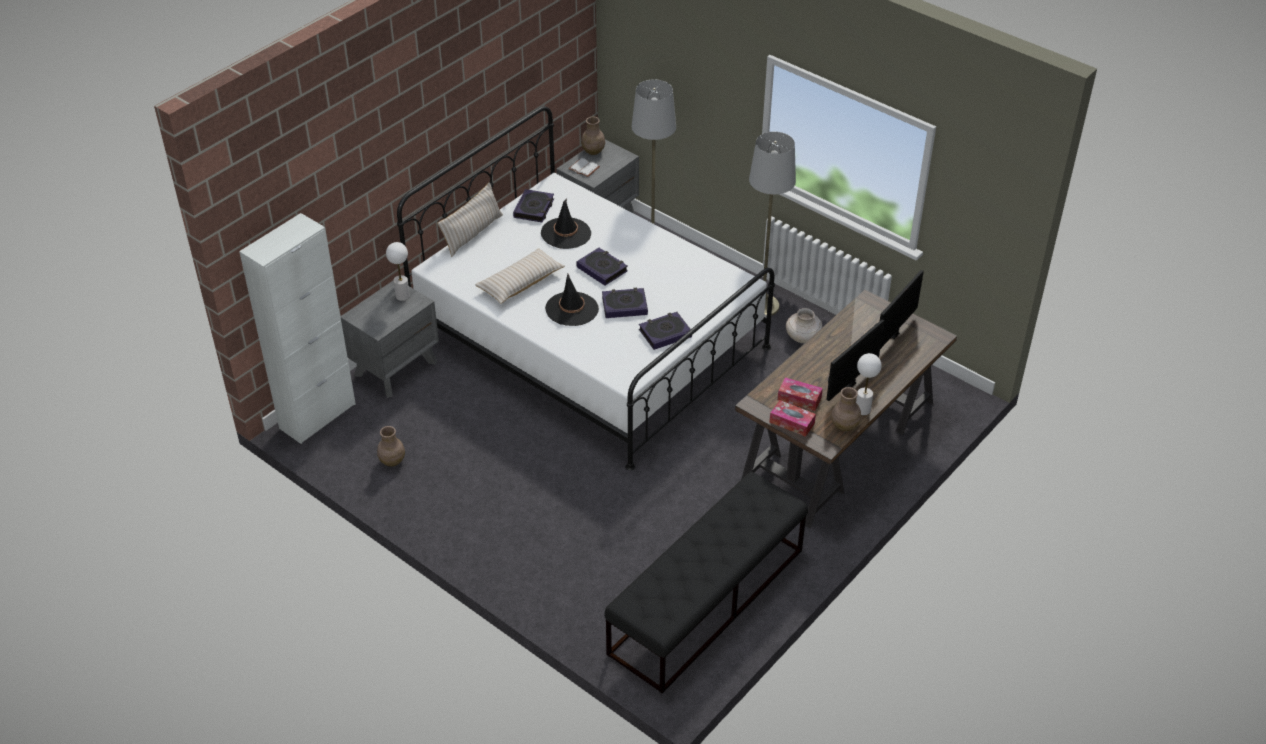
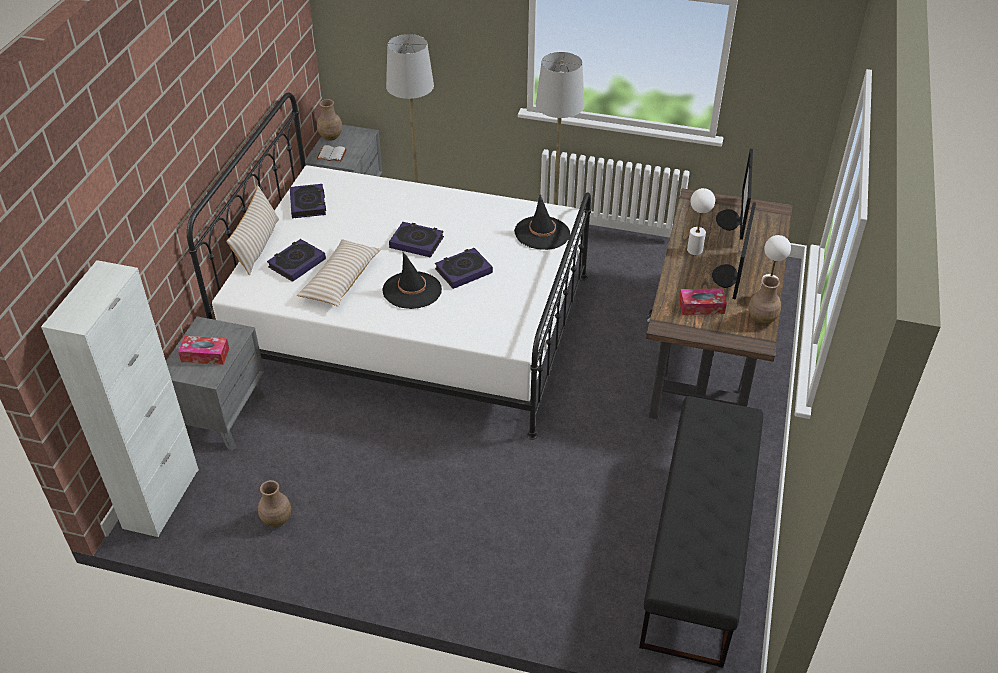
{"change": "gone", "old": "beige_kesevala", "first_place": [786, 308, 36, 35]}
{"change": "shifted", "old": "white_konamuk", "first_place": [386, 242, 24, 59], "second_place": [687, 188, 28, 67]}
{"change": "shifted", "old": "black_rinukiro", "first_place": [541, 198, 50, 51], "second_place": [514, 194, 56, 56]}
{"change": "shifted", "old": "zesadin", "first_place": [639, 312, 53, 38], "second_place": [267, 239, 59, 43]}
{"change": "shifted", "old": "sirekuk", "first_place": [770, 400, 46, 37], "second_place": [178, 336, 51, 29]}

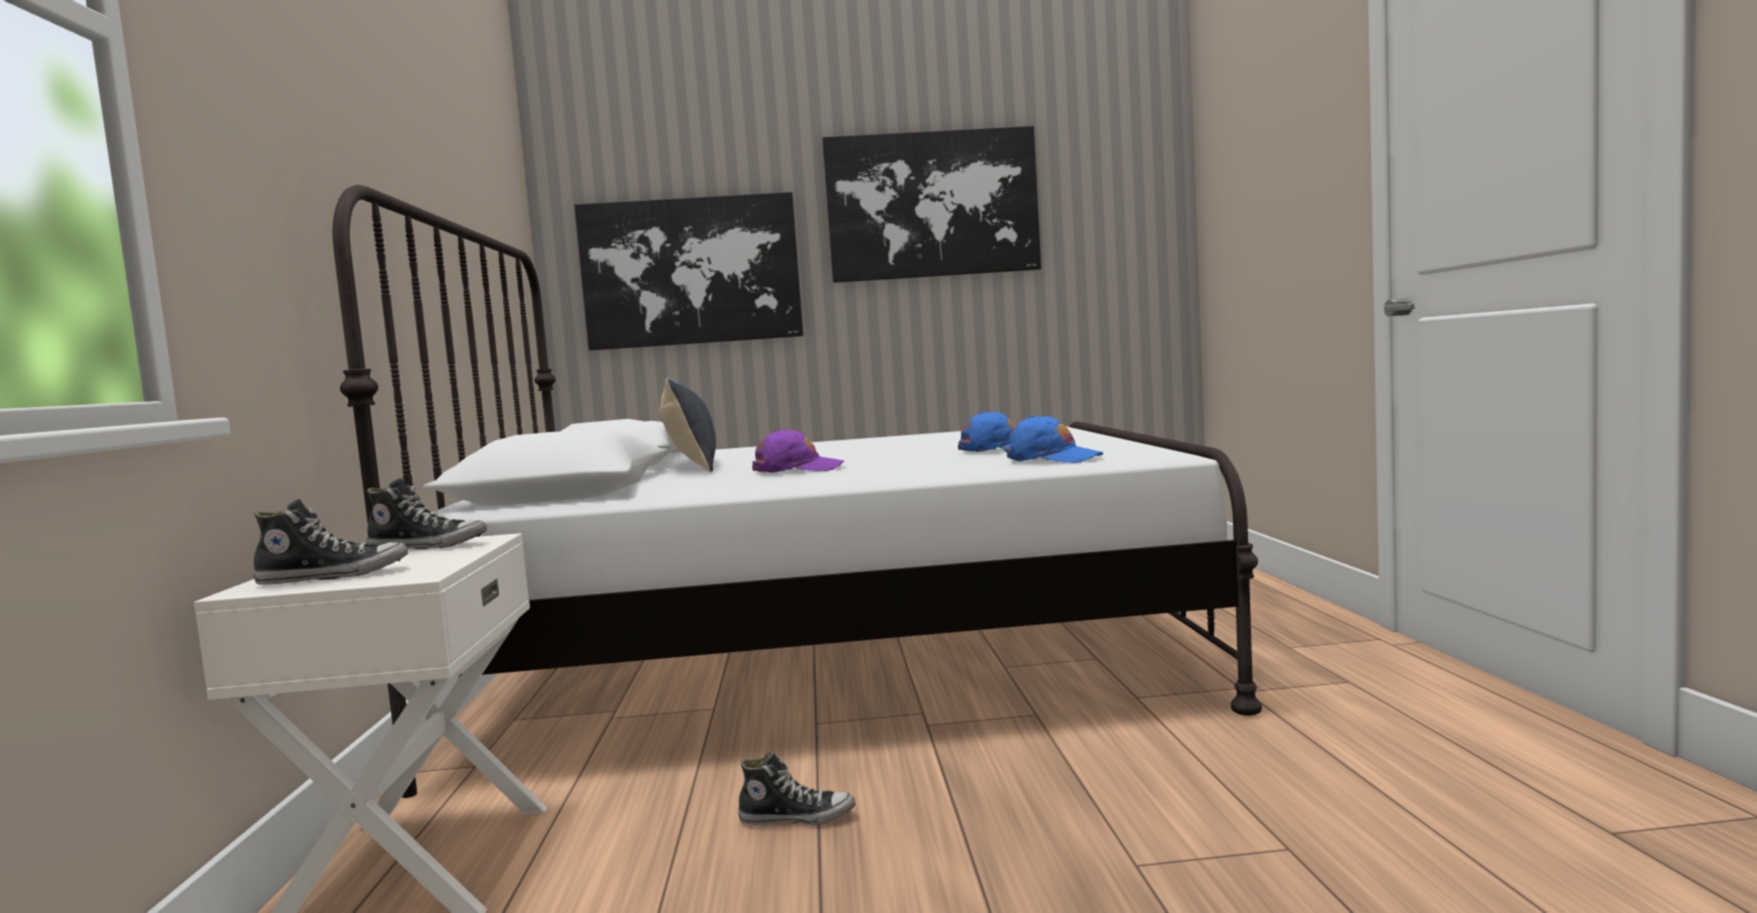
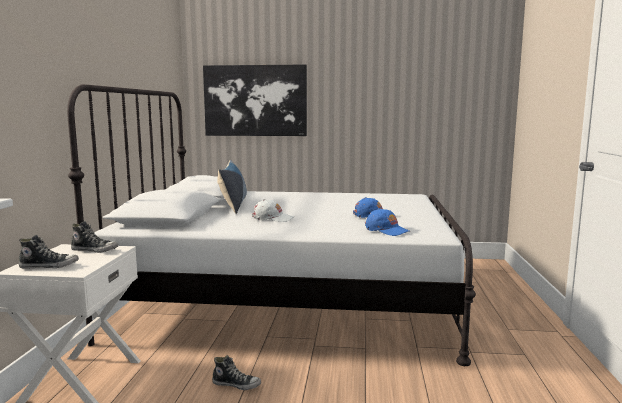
{"change": "gone", "old": "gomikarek", "first_place": [822, 126, 219, 157]}
{"change": "repainted", "old": "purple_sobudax", "new": "white_sobudax", "first_place": [752, 429, 92, 44], "second_place": [252, 199, 42, 23]}

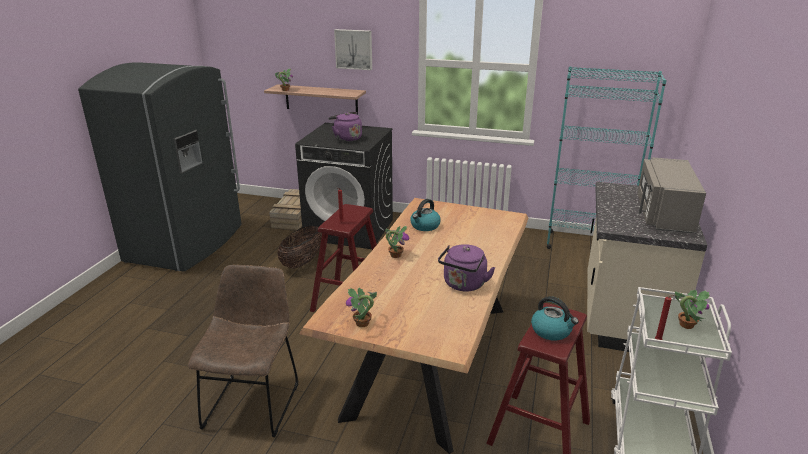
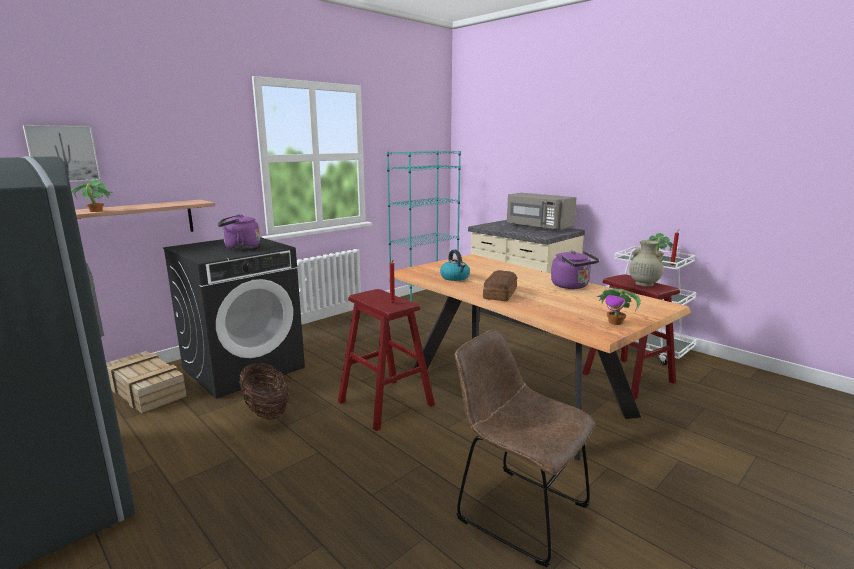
{"change": "shifted", "old": "gomikarek", "first_place": [334, 29, 38, 41], "second_place": [23, 125, 78, 57]}
{"change": "swapped", "old": "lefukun", "new": "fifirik", "first_place": [385, 226, 24, 32], "second_place": [483, 270, 34, 31]}
{"change": "swapped", "old": "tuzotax", "new": "beige_kesevala", "first_place": [531, 296, 48, 45], "second_place": [629, 240, 34, 47]}

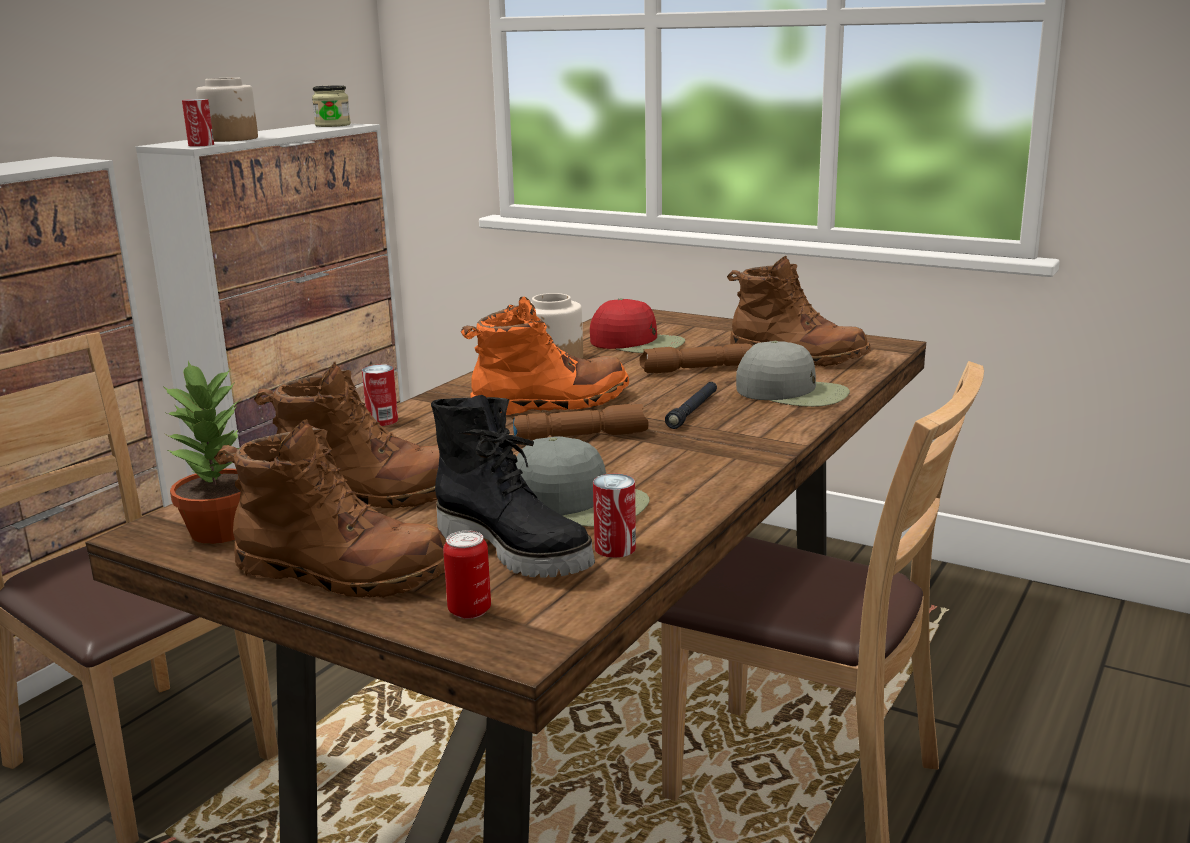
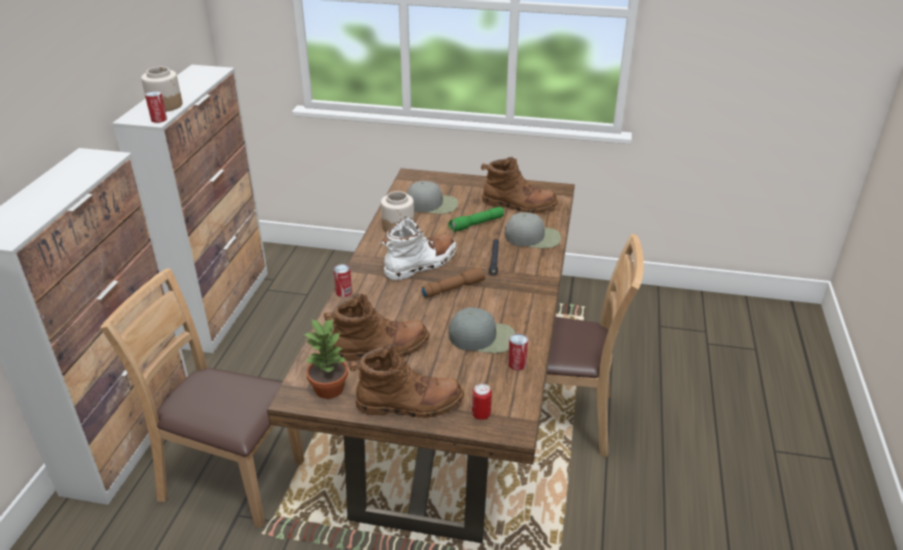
{"change": "gone", "old": "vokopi", "first_place": [312, 85, 39, 42]}
{"change": "gone", "old": "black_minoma", "first_place": [431, 395, 164, 183]}
{"change": "repainted", "old": "orange_minoma", "new": "white_minoma", "first_place": [461, 296, 168, 119], "second_place": [381, 217, 76, 64]}
{"change": "repainted", "old": "red_sobudax", "new": "grey_sobudax", "first_place": [590, 298, 95, 55], "second_place": [406, 181, 52, 33]}
{"change": "repainted", "old": "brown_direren", "new": "green_direren", "first_place": [640, 343, 112, 30], "second_place": [448, 207, 56, 25]}

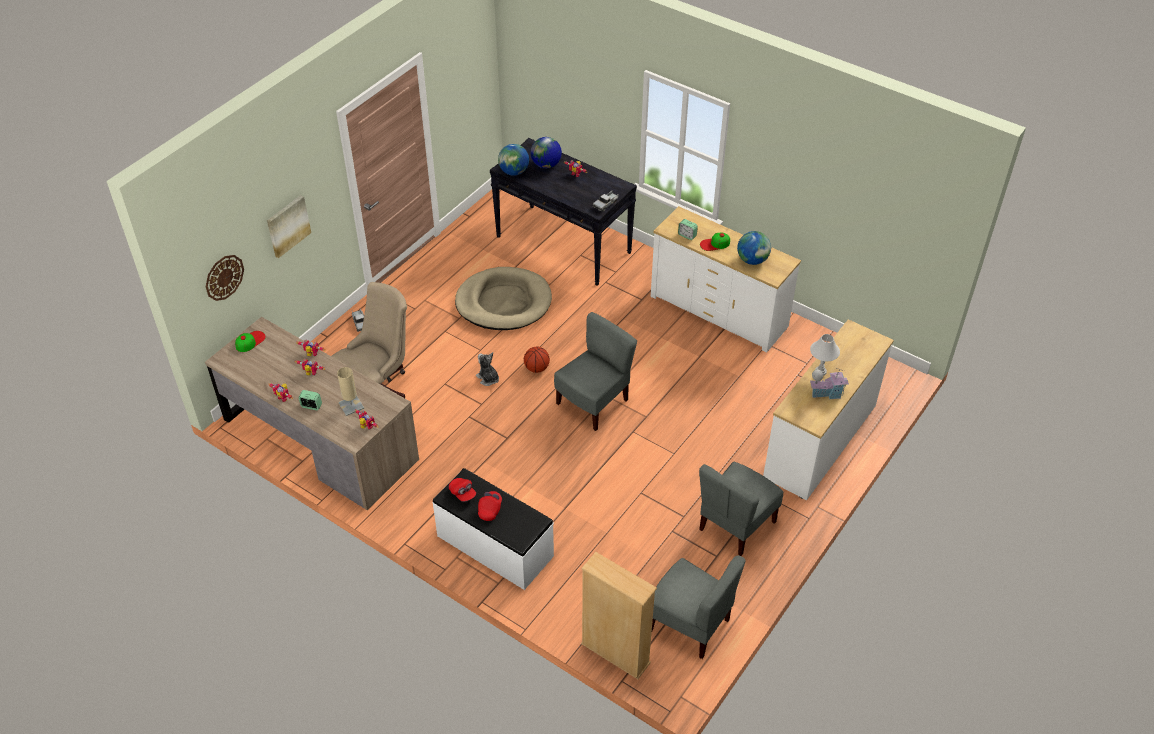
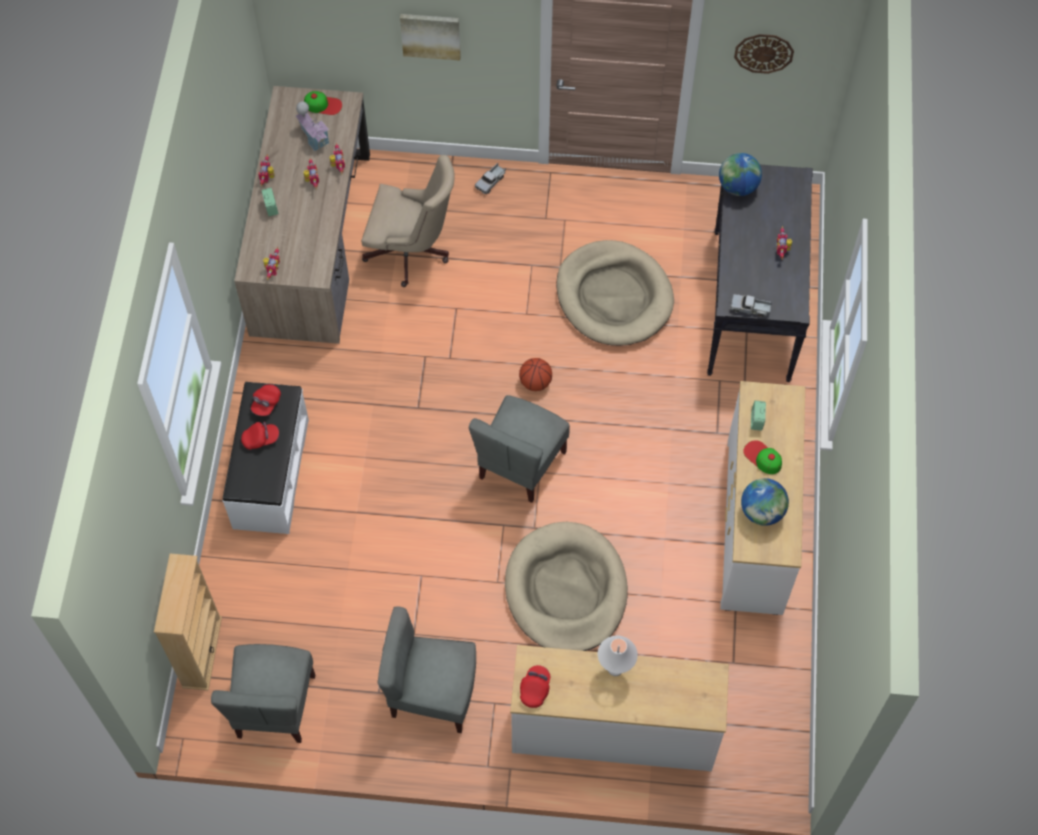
{"change": "gone", "old": "beige_konamuk", "first_place": [337, 367, 27, 49]}
{"change": "gone", "old": "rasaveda", "first_place": [476, 352, 23, 34]}
{"change": "gone", "old": "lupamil", "first_place": [531, 137, 31, 31]}
{"change": "new", "new": "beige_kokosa", "second_place": [505, 522, 123, 129]}
{"change": "new", "new": "red_sobudax", "second_place": [520, 665, 30, 43]}
{"change": "shifted", "old": "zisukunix", "first_place": [206, 255, 38, 46], "second_place": [734, 34, 60, 40]}
{"change": "shifted", "old": "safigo", "first_place": [810, 368, 39, 31], "second_place": [296, 101, 33, 51]}
{"change": "rotated", "old": "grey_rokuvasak", "first_place": [554, 312, 83, 119], "second_place": [469, 395, 101, 108], "degrees": 105}

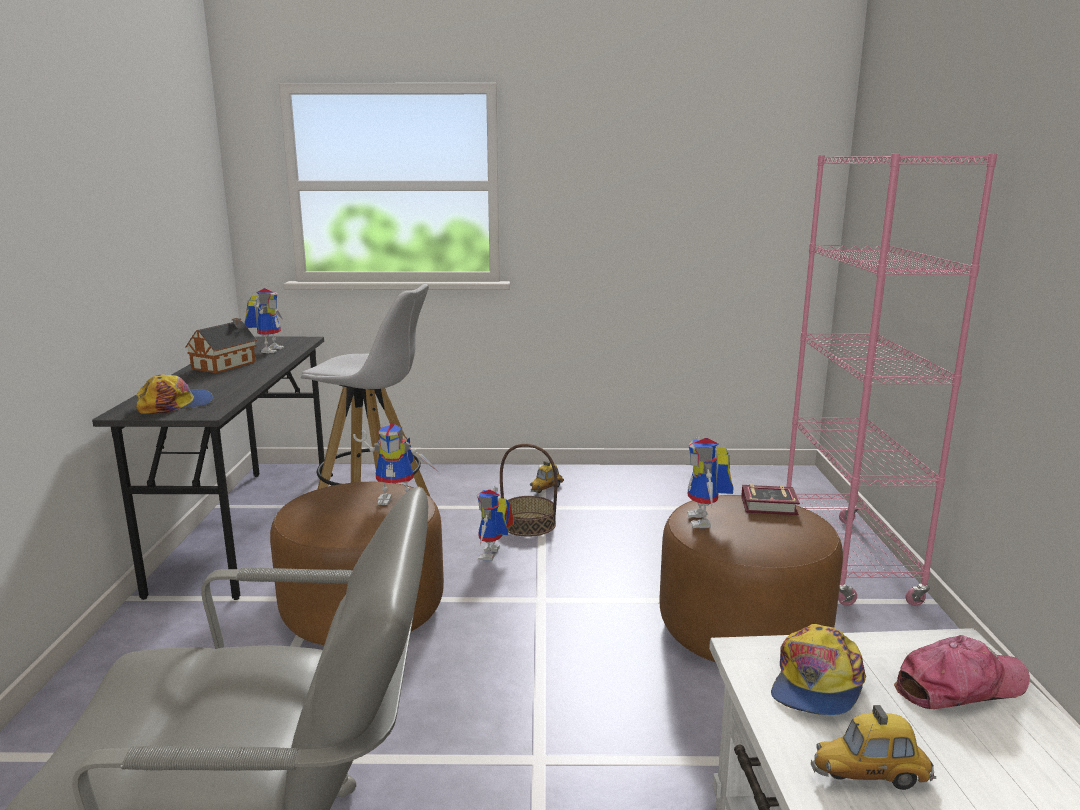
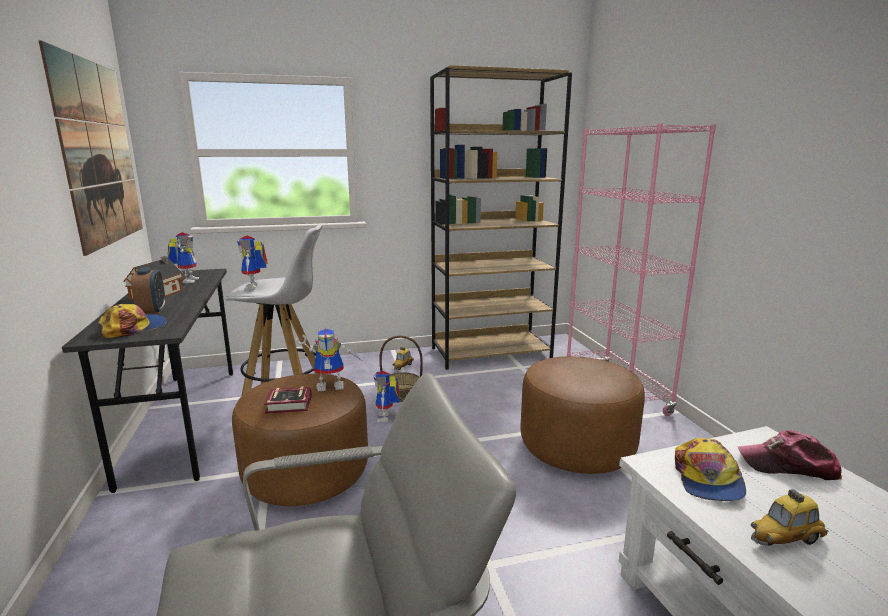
{"change": "new", "new": "gomikarek", "second_place": [39, 41, 104, 215]}
{"change": "new", "new": "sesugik", "second_place": [131, 267, 34, 48]}
{"change": "new", "new": "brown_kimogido", "second_place": [430, 65, 142, 305]}
{"change": "shifted", "old": "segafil", "first_place": [687, 436, 47, 92], "second_place": [237, 236, 31, 54]}
{"change": "shifted", "old": "zesadin", "first_place": [741, 484, 59, 31], "second_place": [264, 386, 48, 28]}
{"change": "rotated", "old": "sobudax", "first_place": [894, 635, 136, 74], "second_place": [738, 431, 104, 49], "degrees": -135}

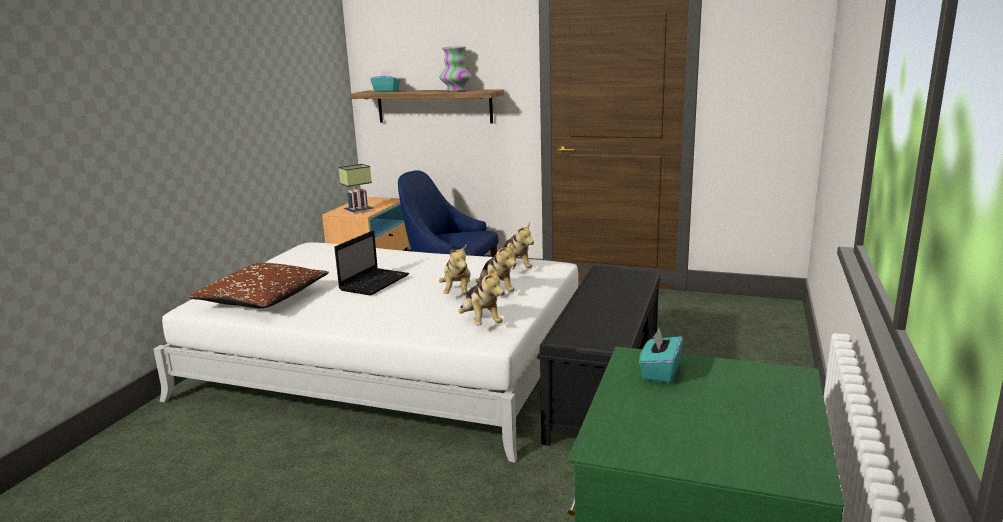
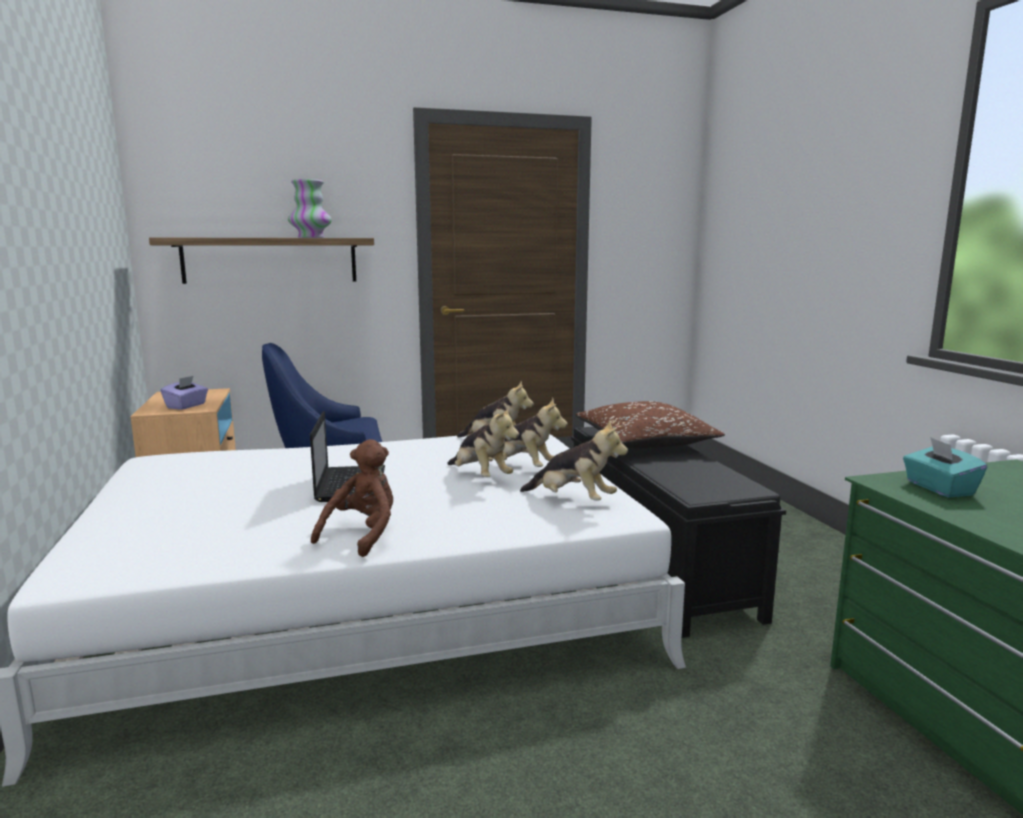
{"change": "gone", "old": "turquoise_sirekuk", "first_place": [371, 70, 29, 22]}
{"change": "new", "new": "brown_rasaveda", "second_place": [311, 439, 82, 118]}
{"change": "shifted", "old": "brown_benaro", "first_place": [189, 263, 140, 45], "second_place": [576, 401, 149, 48]}
{"change": "swapped", "old": "konamuk", "new": "purple_sirekuk", "first_place": [338, 164, 35, 50], "second_place": [161, 376, 47, 34]}

